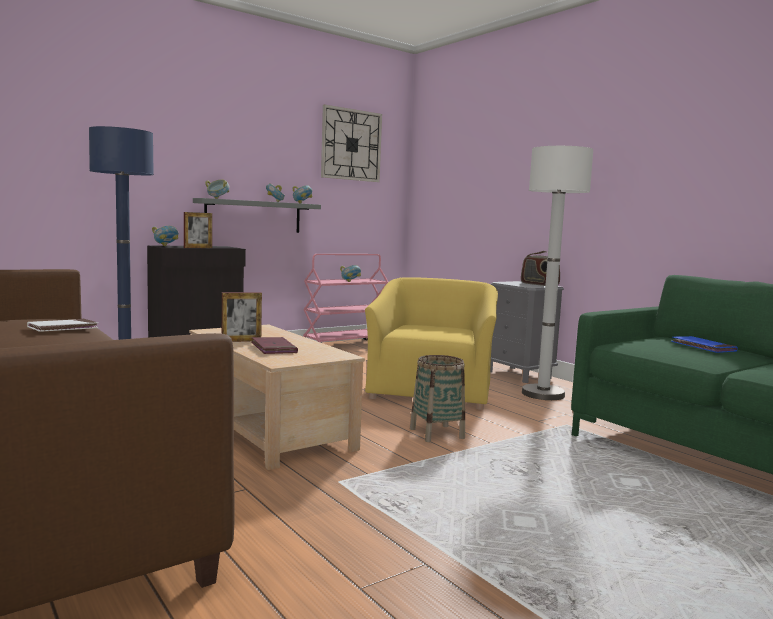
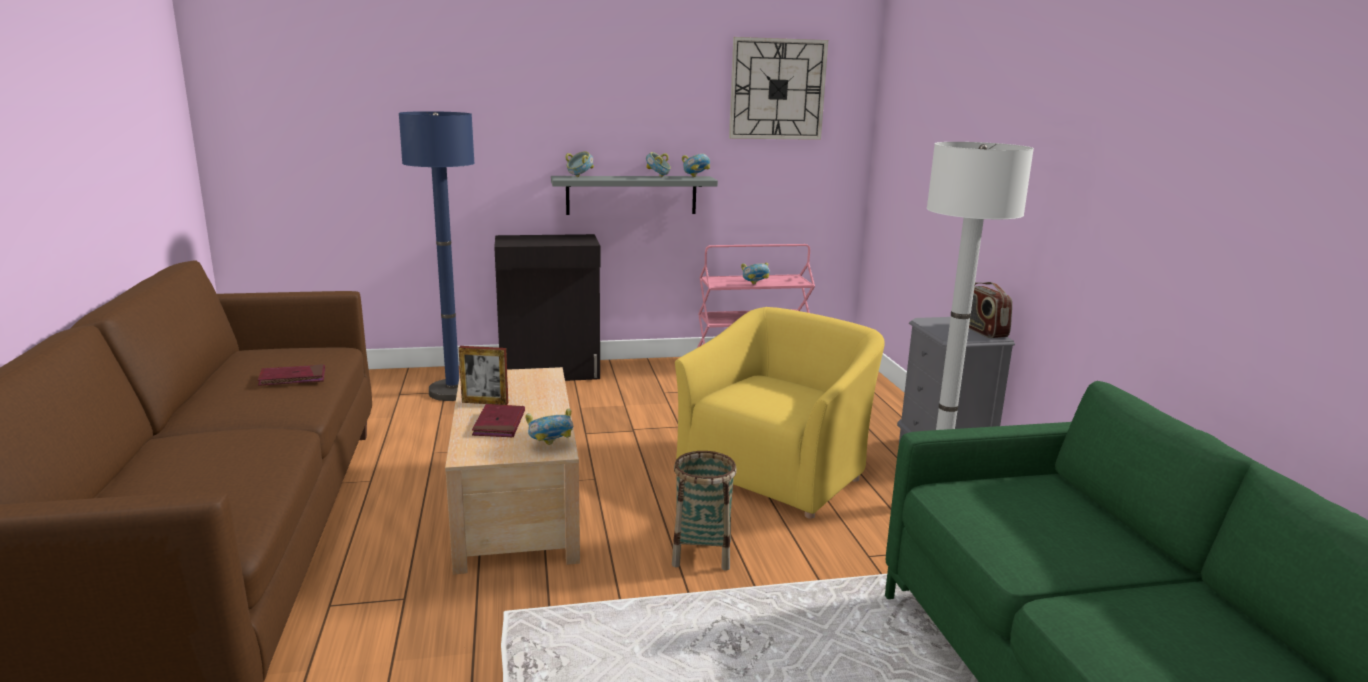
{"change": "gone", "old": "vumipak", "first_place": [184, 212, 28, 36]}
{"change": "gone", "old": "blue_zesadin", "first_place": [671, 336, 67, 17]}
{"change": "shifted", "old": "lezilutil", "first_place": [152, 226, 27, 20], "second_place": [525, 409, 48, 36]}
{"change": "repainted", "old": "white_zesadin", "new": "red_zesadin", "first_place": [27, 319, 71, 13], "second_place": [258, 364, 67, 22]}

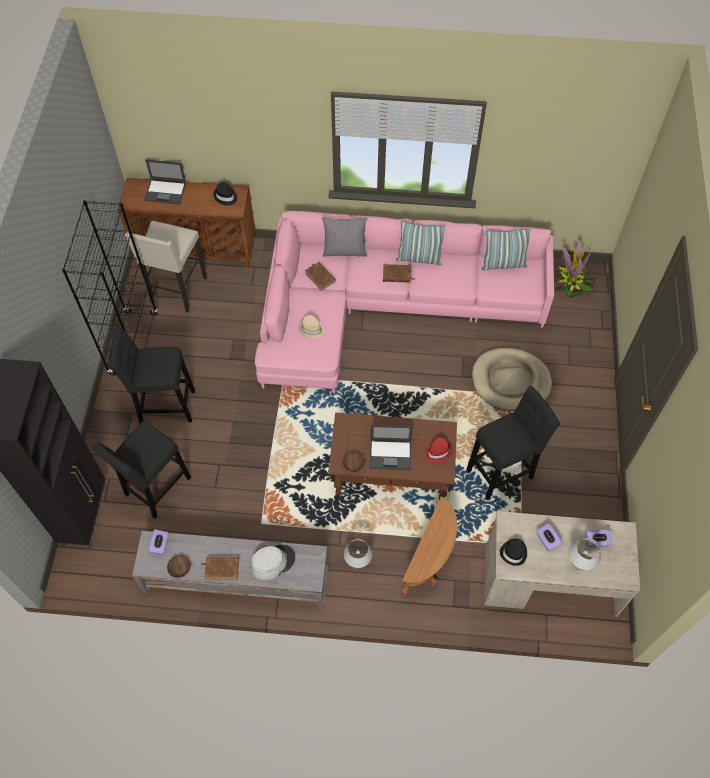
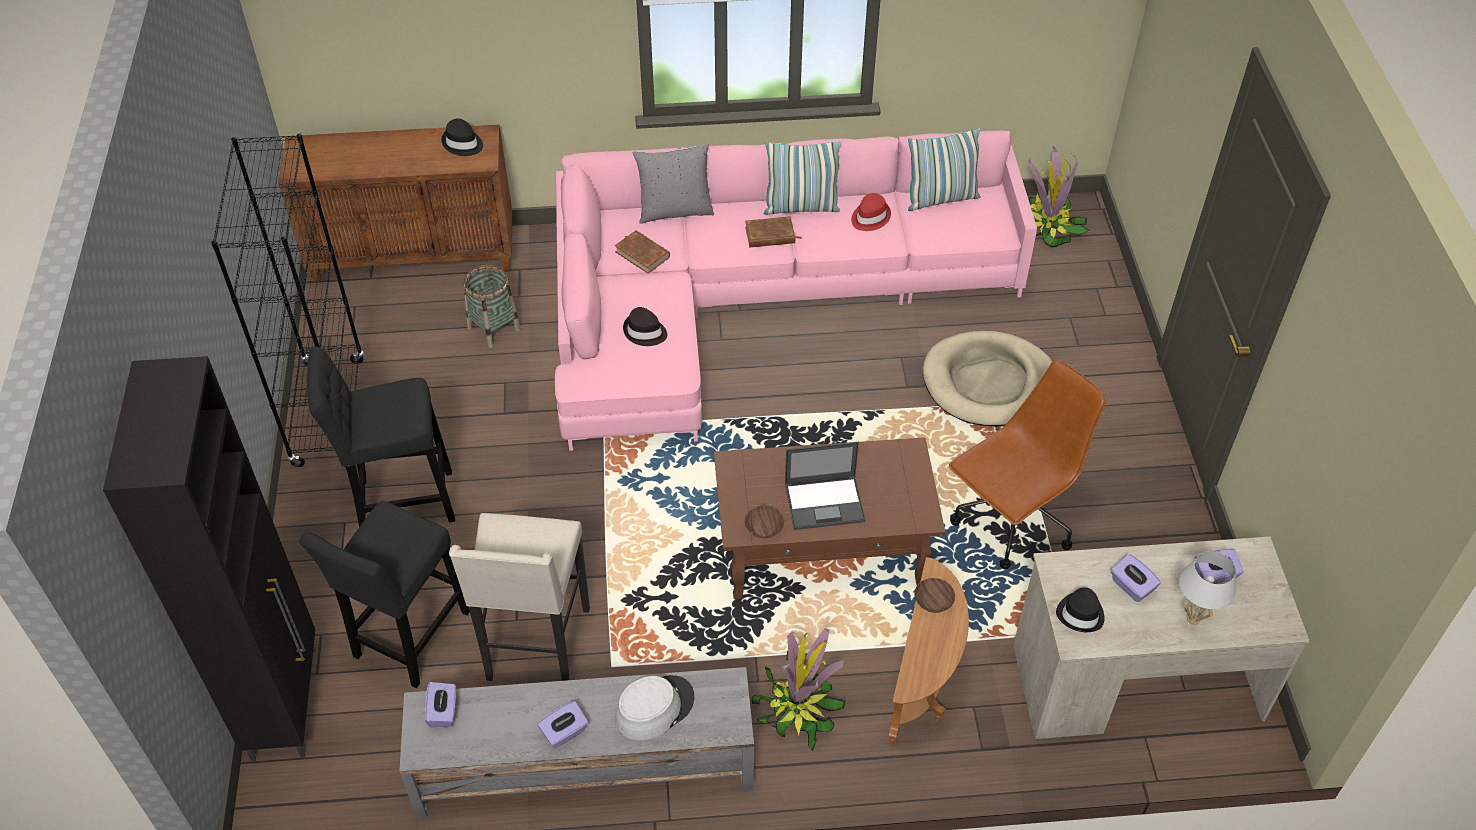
{"change": "gone", "old": "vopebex", "first_place": [144, 159, 42, 46]}
{"change": "new", "new": "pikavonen", "second_place": [464, 265, 57, 83]}
{"change": "shifted", "old": "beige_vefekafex", "first_place": [125, 221, 82, 91], "second_place": [449, 513, 141, 168]}
{"change": "shifted", "old": "brown_lezilutil", "first_place": [167, 555, 24, 23], "second_place": [914, 578, 41, 35]}
{"change": "shifted", "old": "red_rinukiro", "first_place": [425, 438, 27, 25], "second_place": [851, 193, 40, 38]}
{"change": "swapped", "old": "brown_zesadin", "new": "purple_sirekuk", "first_place": [201, 557, 38, 22], "second_place": [537, 701, 51, 47]}
{"change": "swapped", "old": "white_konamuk", "new": "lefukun", "first_place": [344, 539, 28, 30], "second_place": [752, 628, 93, 123]}
{"change": "swapped", "old": "black_vefekafex", "new": "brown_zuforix", "first_place": [467, 386, 93, 114], "second_place": [949, 360, 157, 210]}
{"change": "repainted", "old": "beige_rinukiro", "new": "black_rinukiro", "first_place": [299, 315, 25, 24], "second_place": [623, 307, 44, 39]}

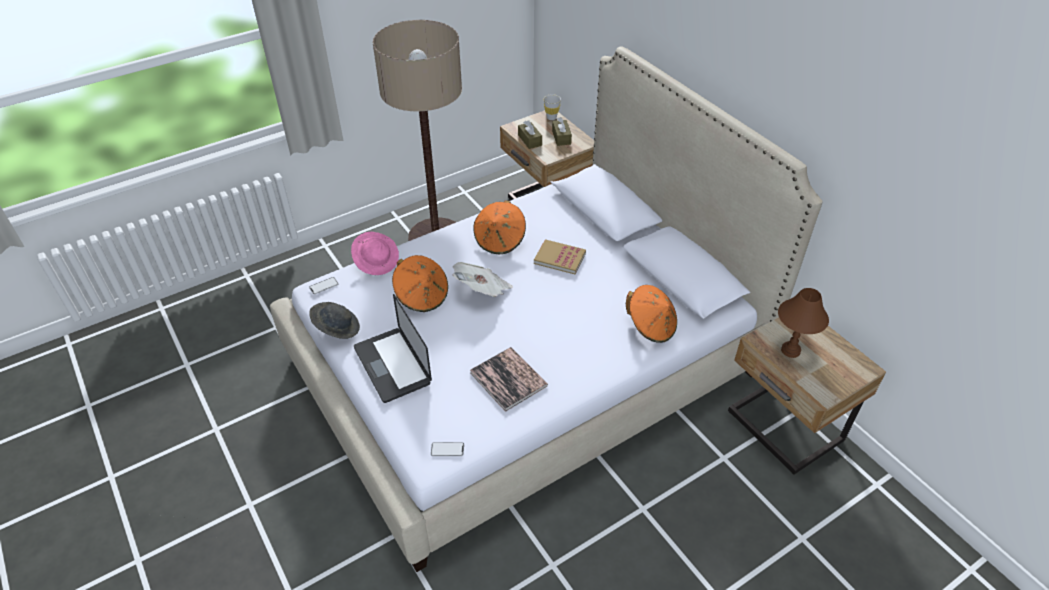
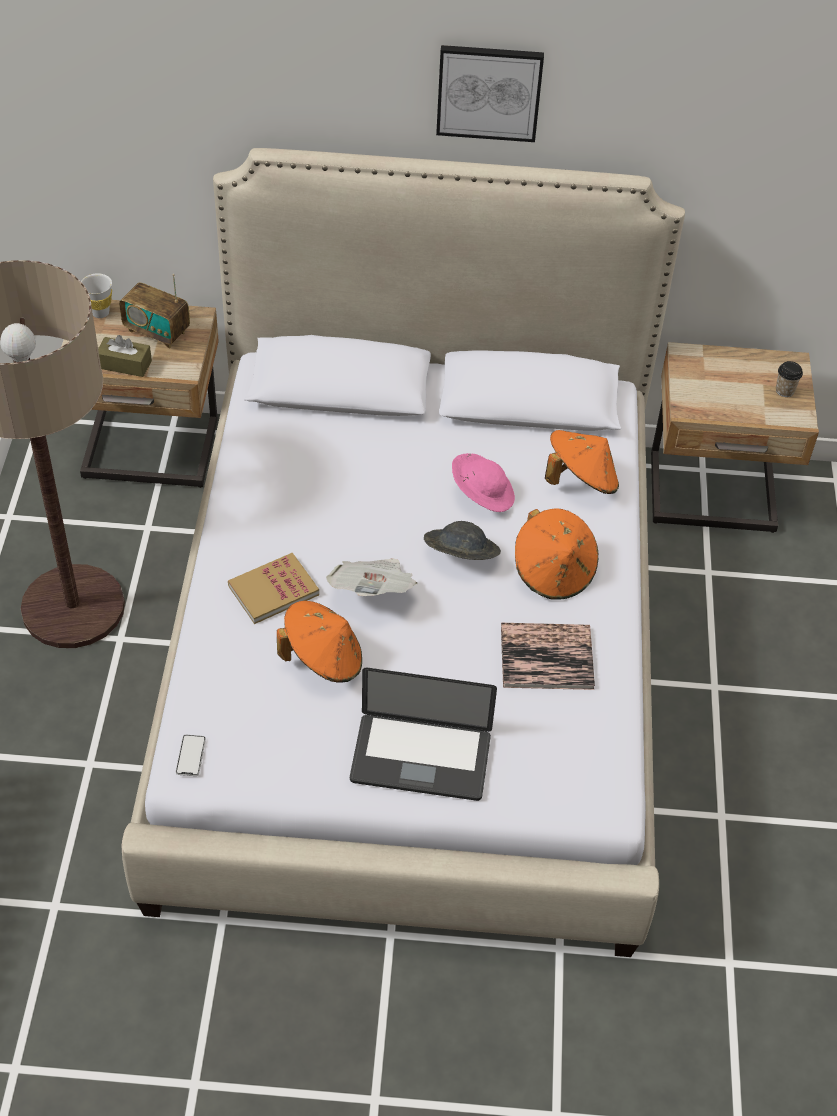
{"change": "gone", "old": "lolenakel", "first_place": [431, 442, 33, 14]}
{"change": "gone", "old": "brown_konamuk", "first_place": [778, 288, 51, 70]}
{"change": "new", "new": "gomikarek", "second_place": [436, 45, 108, 97]}
{"change": "new", "new": "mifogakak", "second_place": [776, 361, 27, 36]}
{"change": "shifted", "old": "grey_rinukiro", "first_place": [309, 302, 51, 37], "second_place": [424, 521, 77, 39]}
{"change": "shifted", "old": "pink_rinukiro", "first_place": [351, 232, 48, 43], "second_place": [452, 453, 63, 59]}
{"change": "shifted", "old": "orange_rinukiro", "first_place": [473, 200, 53, 54], "second_place": [515, 508, 84, 92]}
{"change": "shifted", "old": "zesadin", "first_place": [534, 239, 52, 35], "second_place": [228, 553, 91, 71]}
{"change": "swapped", "old": "brown_sirekuk", "new": "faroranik", "first_place": [552, 117, 20, 29], "second_place": [119, 274, 71, 74]}

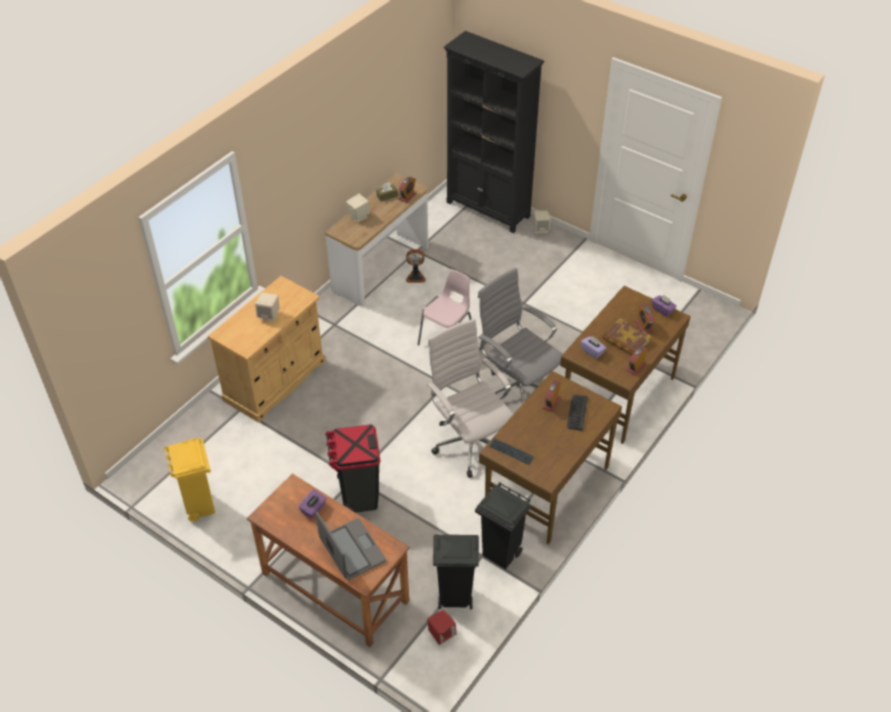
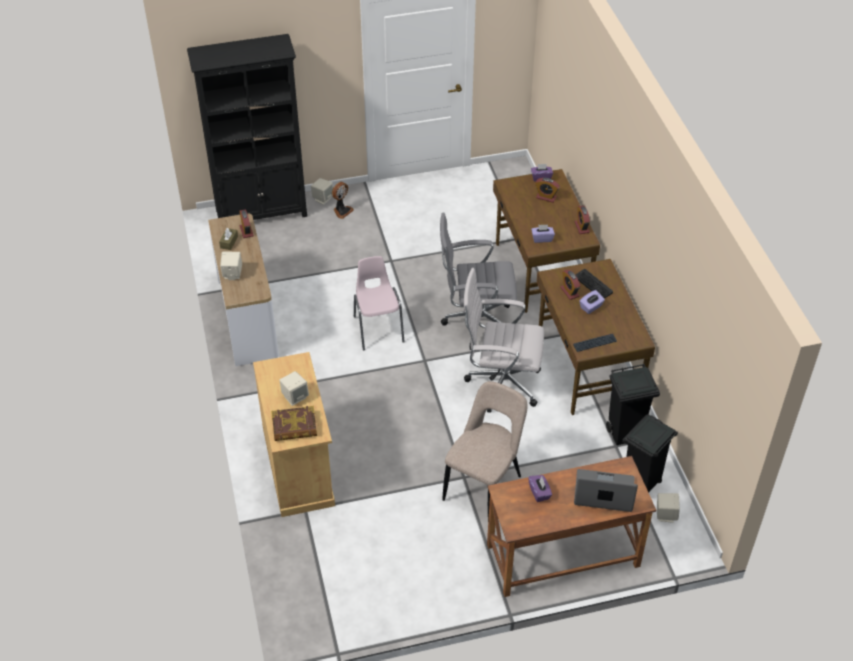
{"change": "gone", "old": "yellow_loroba", "first_place": [164, 438, 51, 83]}
{"change": "new", "new": "purple_sirekuk", "second_place": [579, 290, 26, 24]}
{"change": "shifted", "old": "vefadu", "first_place": [406, 249, 20, 34], "second_place": [332, 182, 22, 37]}
{"change": "shifted", "old": "zesadin", "first_place": [603, 319, 49, 36], "second_place": [271, 406, 46, 35]}
{"change": "swapped", "old": "black_loroba", "new": "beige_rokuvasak", "first_place": [325, 424, 55, 89], "second_place": [442, 381, 85, 138]}
{"change": "repainted", "old": "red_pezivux", "new": "beige_pezivux", "first_place": [427, 609, 29, 36], "second_place": [657, 493, 23, 30]}

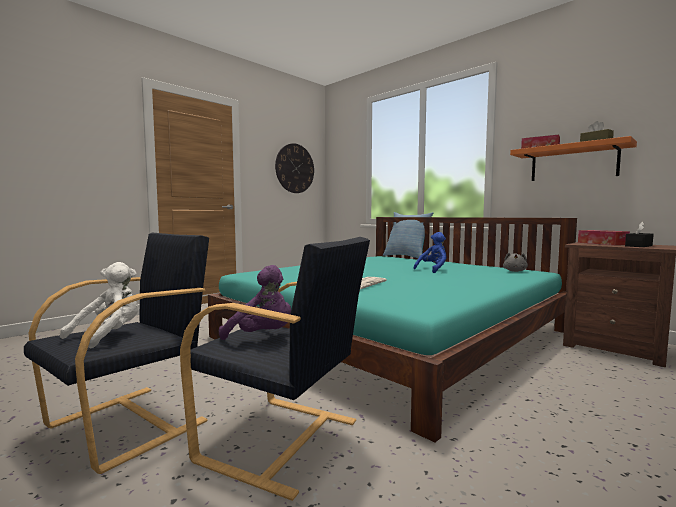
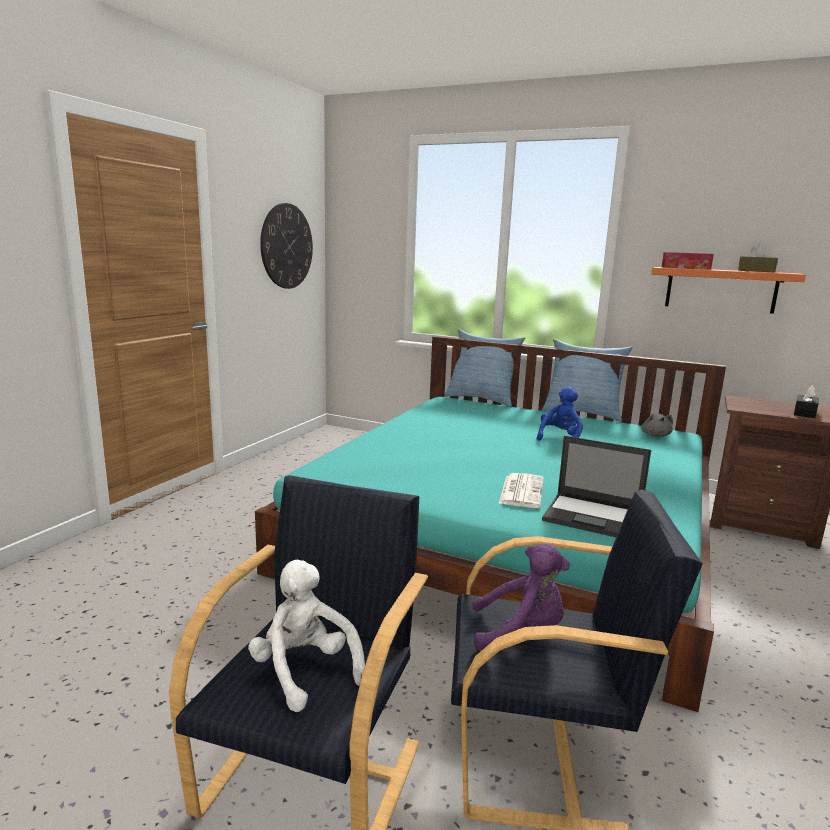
{"change": "gone", "old": "sirekuk", "first_place": [578, 230, 52, 15]}
{"change": "new", "new": "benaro", "second_place": [542, 339, 91, 83]}
{"change": "new", "new": "vopebex", "second_place": [542, 436, 109, 101]}
{"change": "rotated", "old": "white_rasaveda", "first_place": [60, 262, 79, 87], "second_place": [248, 560, 117, 152], "degrees": -45}

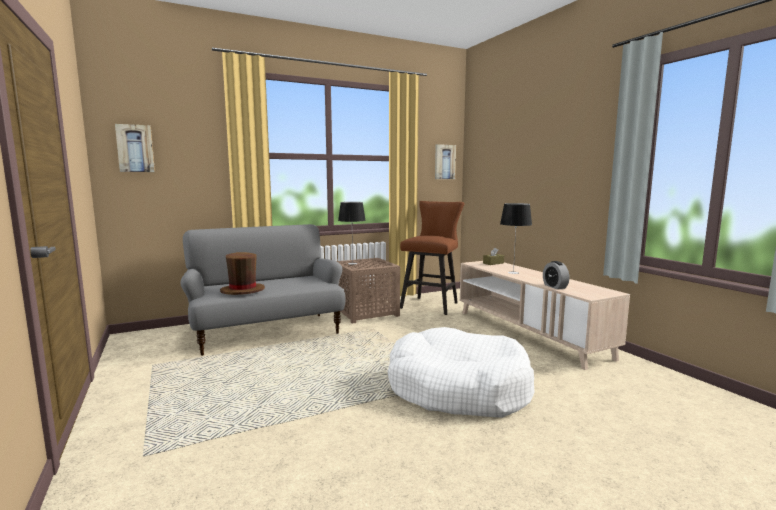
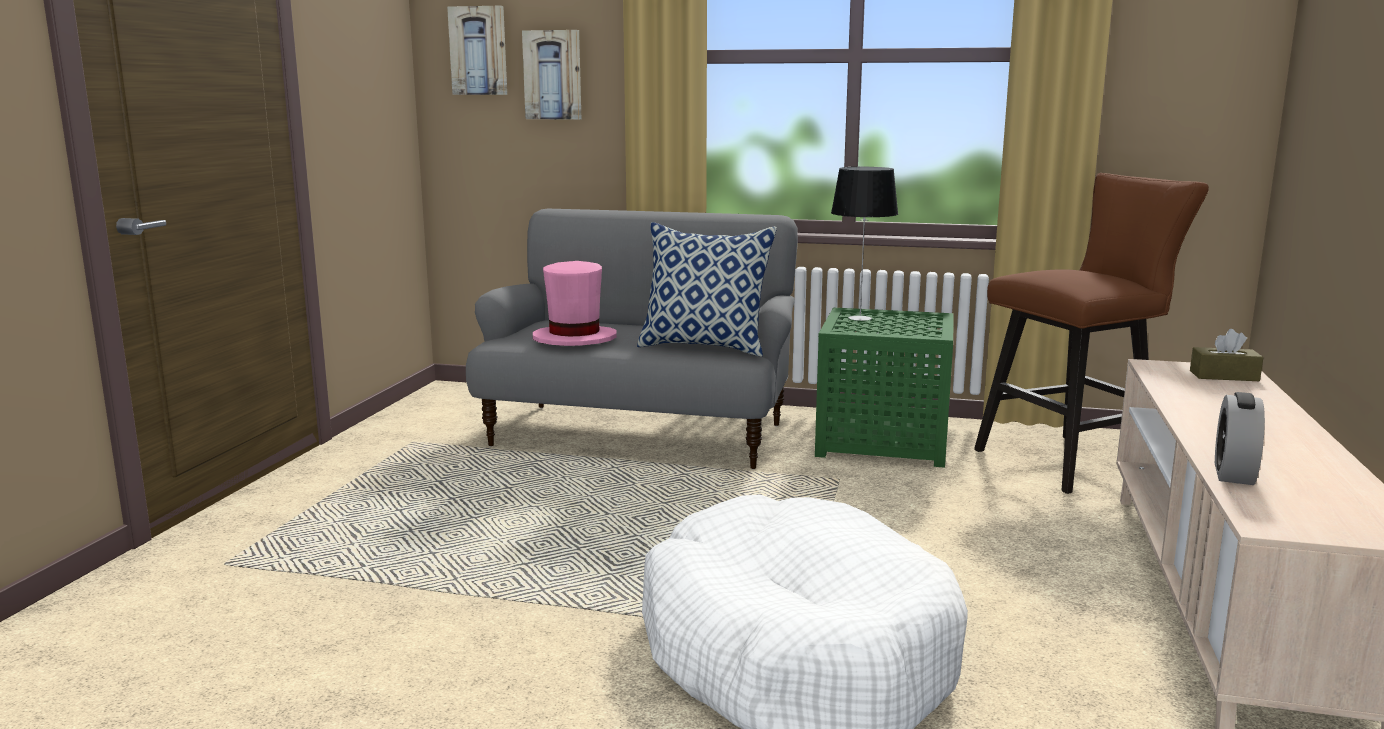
{"change": "gone", "old": "konamuk", "first_place": [500, 203, 32, 71]}
{"change": "new", "new": "benaro", "second_place": [637, 222, 140, 135]}
{"change": "shifted", "old": "gomikarek", "first_place": [435, 144, 21, 35], "second_place": [522, 30, 59, 90]}
{"change": "repainted", "old": "brown_rinukiro", "new": "pink_rinukiro", "first_place": [220, 252, 45, 43], "second_place": [533, 261, 84, 85]}
{"change": "repainted", "old": "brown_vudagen", "new": "green_vudagen", "first_place": [336, 258, 64, 66], "second_place": [815, 307, 139, 161]}

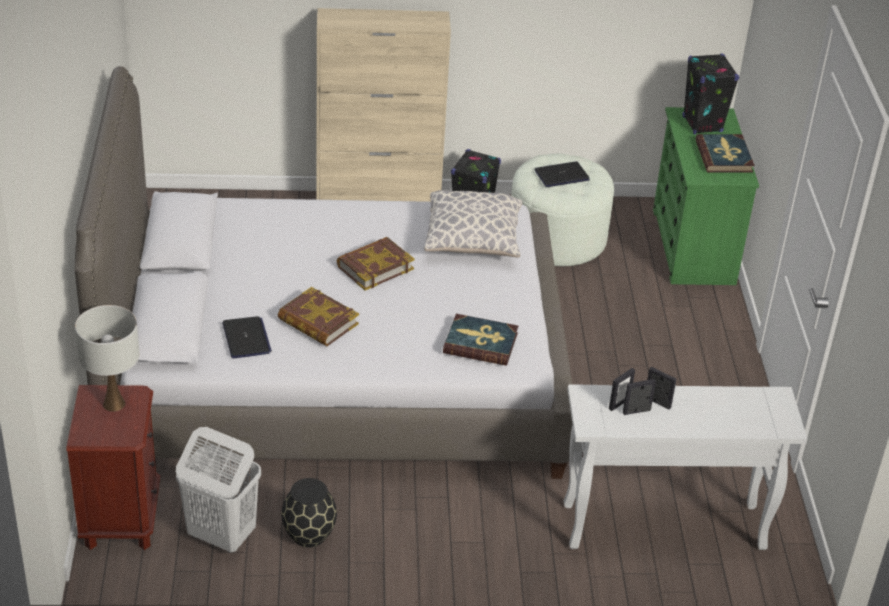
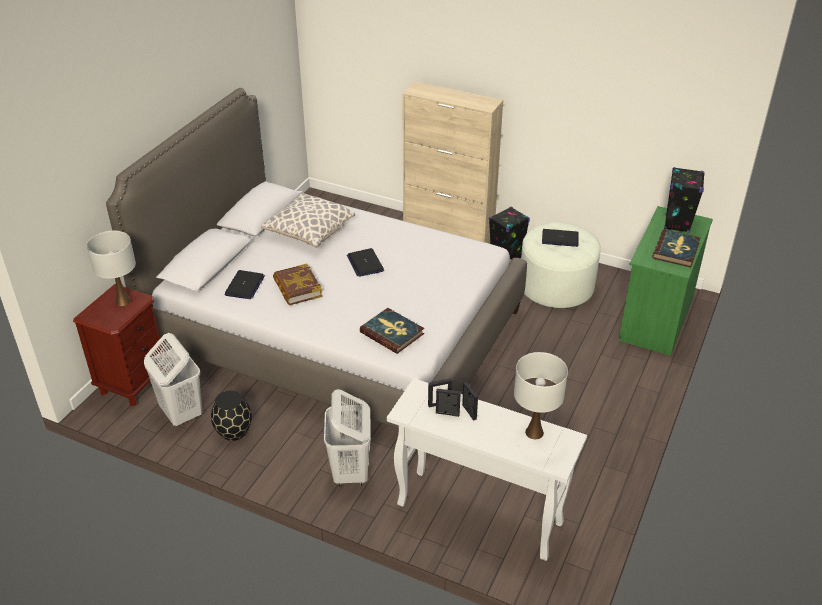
{"change": "new", "new": "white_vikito", "second_place": [324, 389, 47, 98]}
{"change": "new", "new": "white_konamuk", "second_place": [514, 352, 54, 87]}
{"change": "shifted", "old": "benaro", "first_place": [424, 190, 98, 68], "second_place": [261, 193, 94, 55]}
{"change": "swapped", "old": "zesadin", "new": "vopebex", "first_place": [337, 237, 78, 53], "second_place": [347, 248, 37, 29]}

